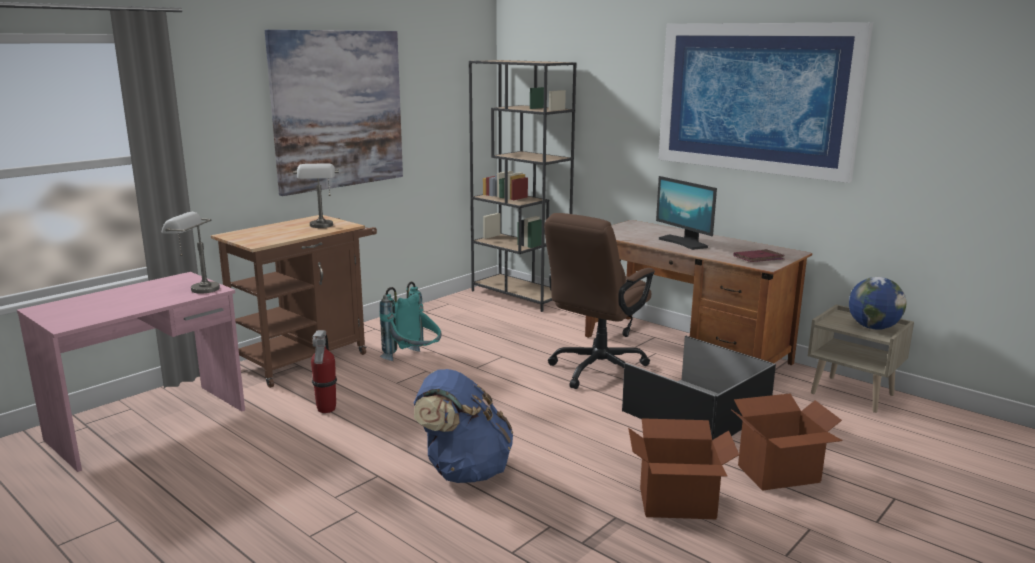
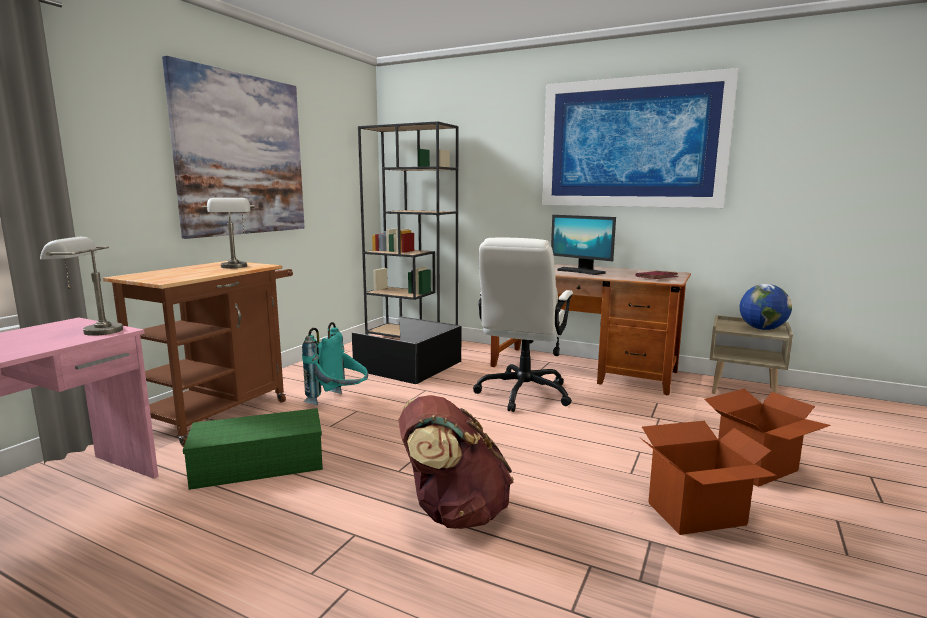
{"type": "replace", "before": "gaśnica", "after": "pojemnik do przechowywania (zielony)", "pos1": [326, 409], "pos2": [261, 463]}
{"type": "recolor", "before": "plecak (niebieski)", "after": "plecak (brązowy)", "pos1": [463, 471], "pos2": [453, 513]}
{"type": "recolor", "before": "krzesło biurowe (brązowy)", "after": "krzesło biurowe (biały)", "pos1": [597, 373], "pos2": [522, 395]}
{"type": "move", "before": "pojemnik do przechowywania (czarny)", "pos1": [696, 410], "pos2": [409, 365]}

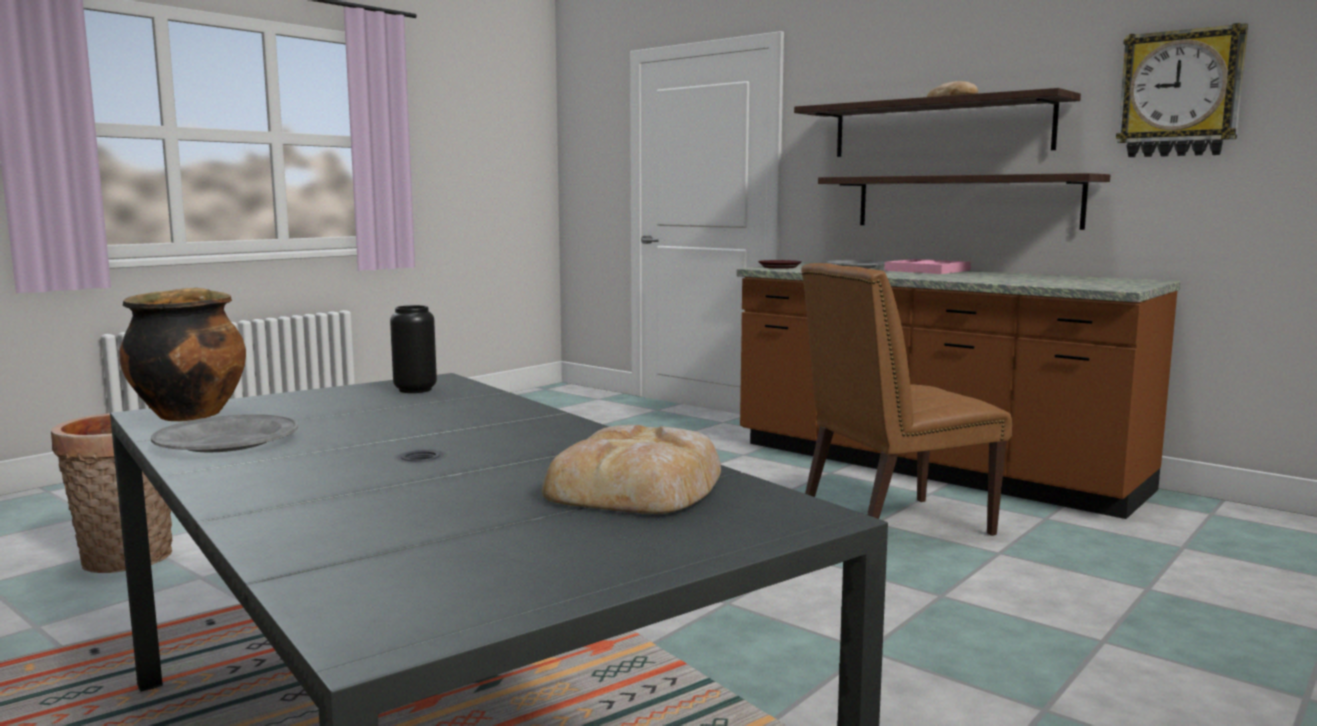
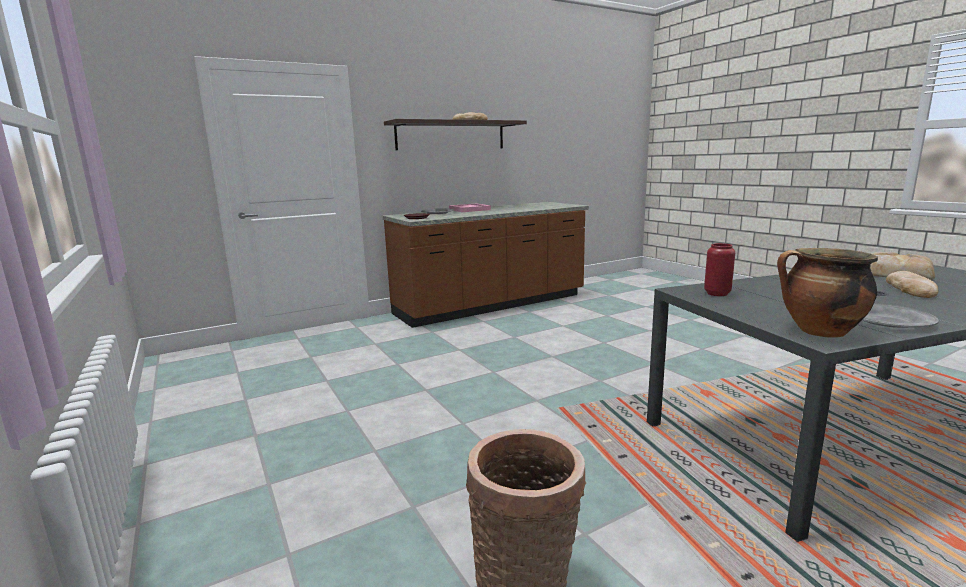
{"type": "recolor", "before": "wazon (czarny)", "after": "wazon (czerwony)", "pos1": [415, 390], "pos2": [717, 293]}
{"type": "delete", "before": "krzesło (brązowy)", "pos1": [895, 525]}
{"type": "delete", "before": "półka", "pos1": [965, 201]}
{"type": "delete", "before": "zegar ścienny", "pos1": [1180, 94]}
{"type": "insert", "after": "chleb", "pos2": [911, 289]}

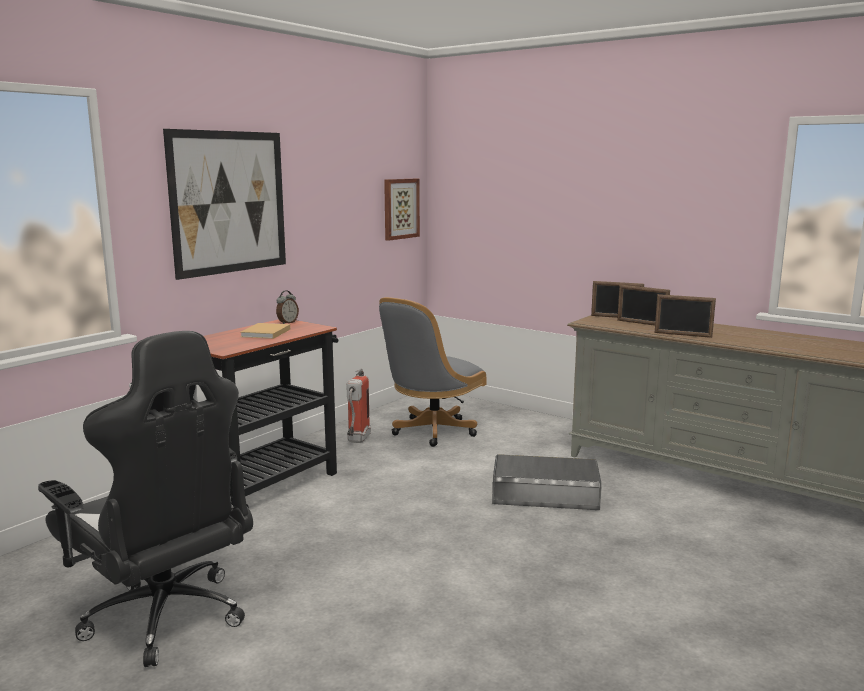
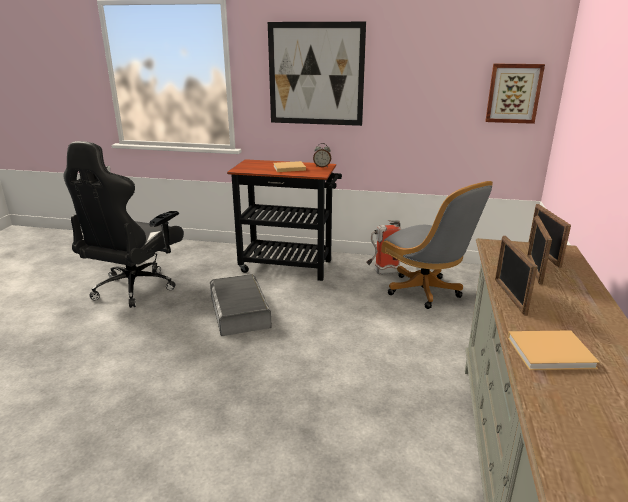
{"type": "rotate", "before": "krzesło biurowe (szary)", "pos1": [430, 434], "pos2": [428, 293], "turn": -135}
{"type": "move", "before": "pojemnik do przechowywania (szary)", "pos1": [545, 493], "pos2": [240, 311]}
{"type": "insert", "after": "książka (beżowy)", "pos2": [552, 352]}

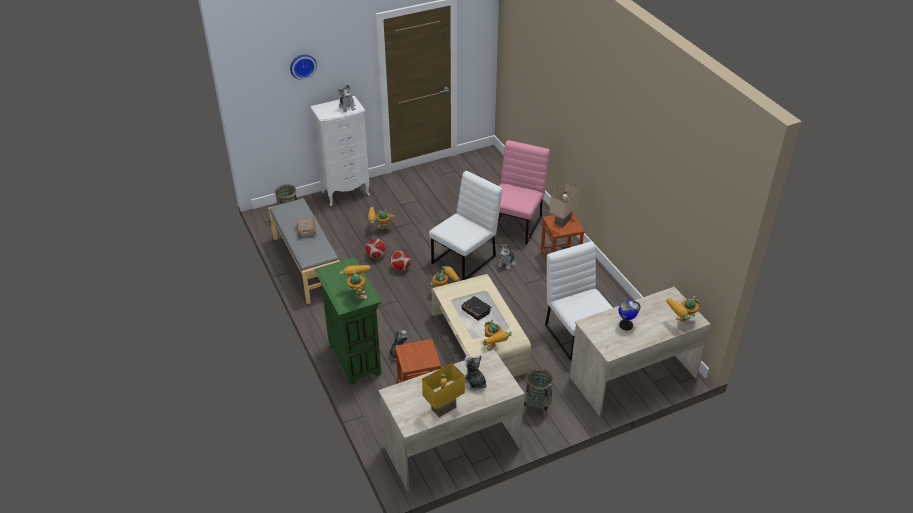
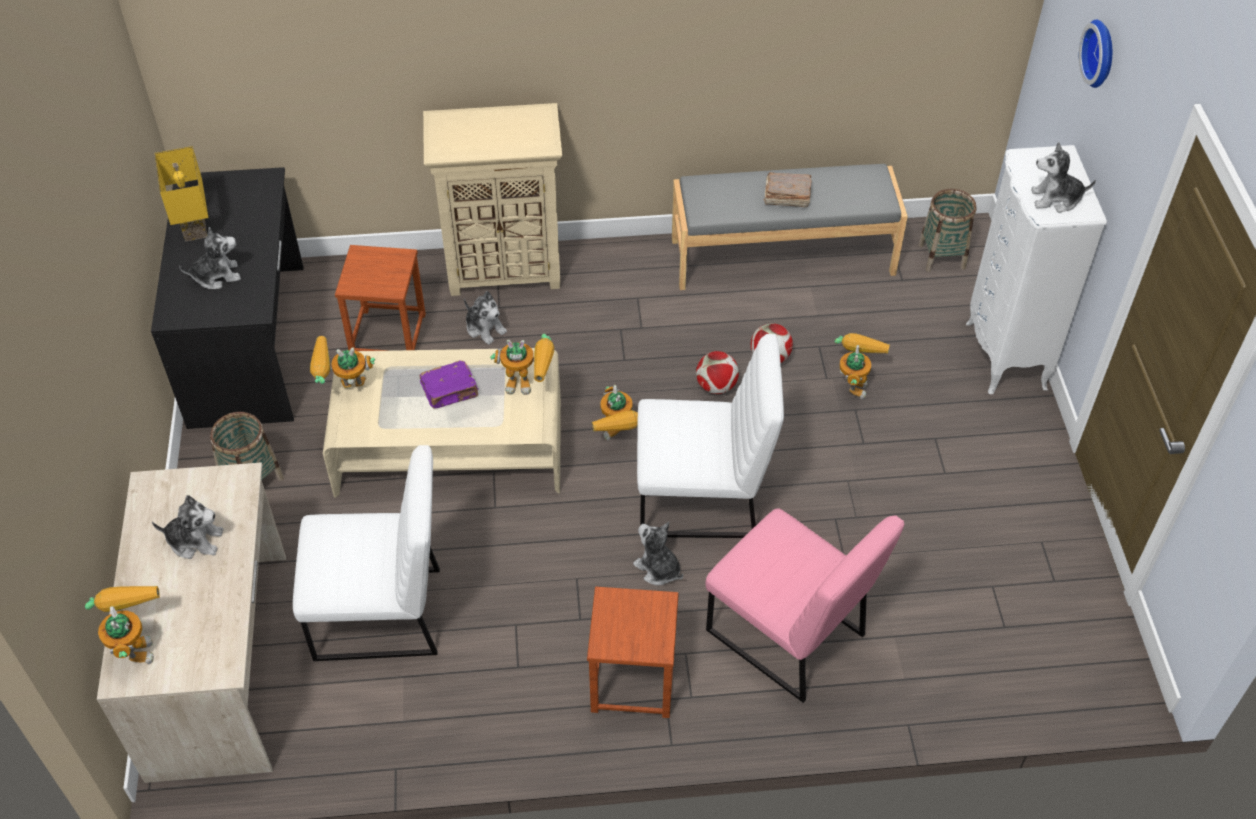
{"type": "recolor", "before": "szafka (zielony)", "after": "szafka (beżowy)", "pos1": [353, 359], "pos2": [506, 270]}
{"type": "move", "before": "robot zabawkowy", "pos1": [357, 293], "pos2": [529, 384]}
{"type": "recolor", "before": "biurko (beżowy)", "after": "biurko (czarny)", "pos1": [451, 445], "pos2": [250, 344]}
{"type": "rotate", "before": "krzesło (biały)", "pos1": [465, 259], "pos2": [702, 499], "turn": -60}
{"type": "recolor", "before": "książka (czarny)", "after": "książka (fioletowy)", "pos1": [476, 311], "pos2": [450, 391]}
{"type": "delete", "before": "lampa stołowa (beżowy)", "pos1": [563, 221]}
{"type": "replace", "before": "globus", "after": "pluszak", "pos1": [625, 325], "pos2": [195, 540]}

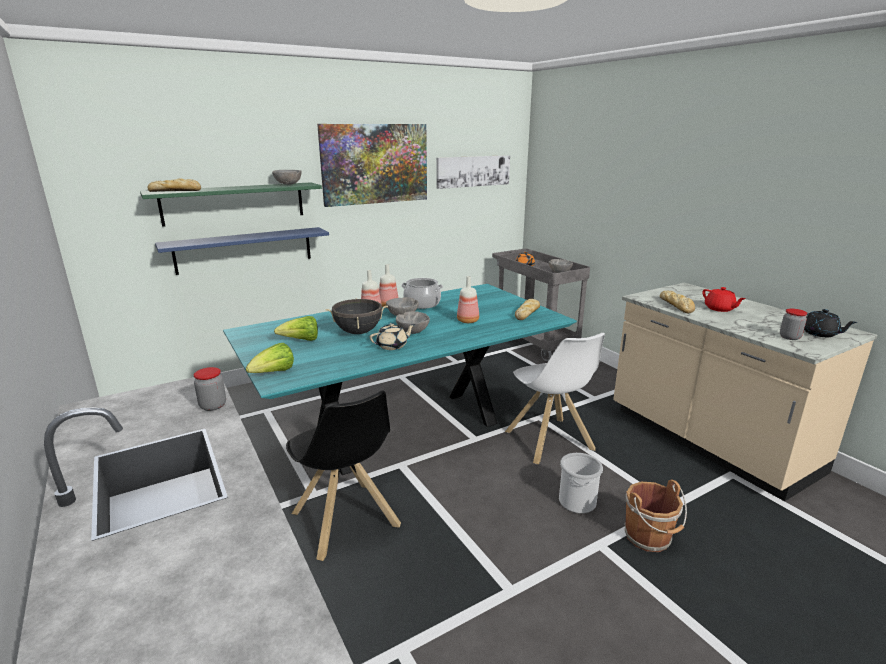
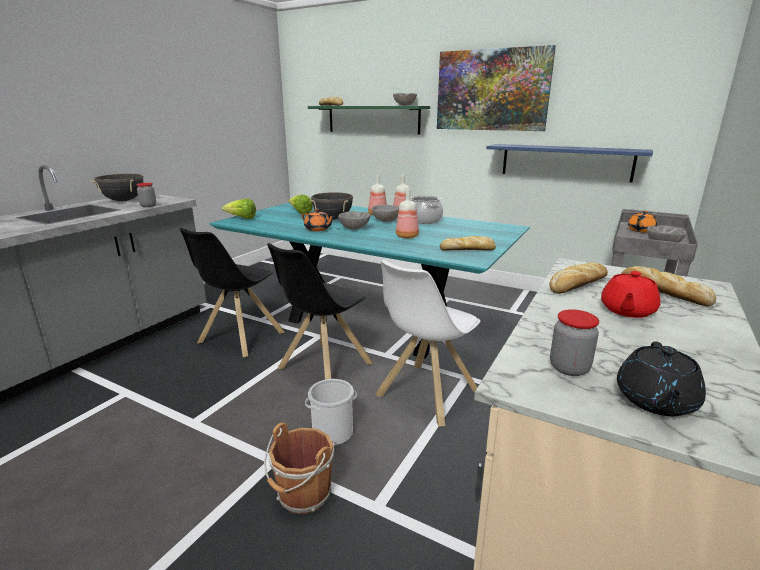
{"type": "move", "before": "półka (niebieski)", "pos1": [244, 250], "pos2": [565, 162]}
{"type": "recolor", "before": "imbryk (beżowy)", "after": "imbryk (pomarańczowy)", "pos1": [392, 346], "pos2": [318, 229]}
{"type": "delete", "before": "obraz", "pos1": [473, 171]}
{"type": "insert", "after": "garnek (czarny)", "pos2": [123, 201]}
{"type": "insert", "after": "krzesło (czarny)", "pos2": [323, 366]}
{"type": "insert", "after": "chleb", "pos2": [661, 292]}

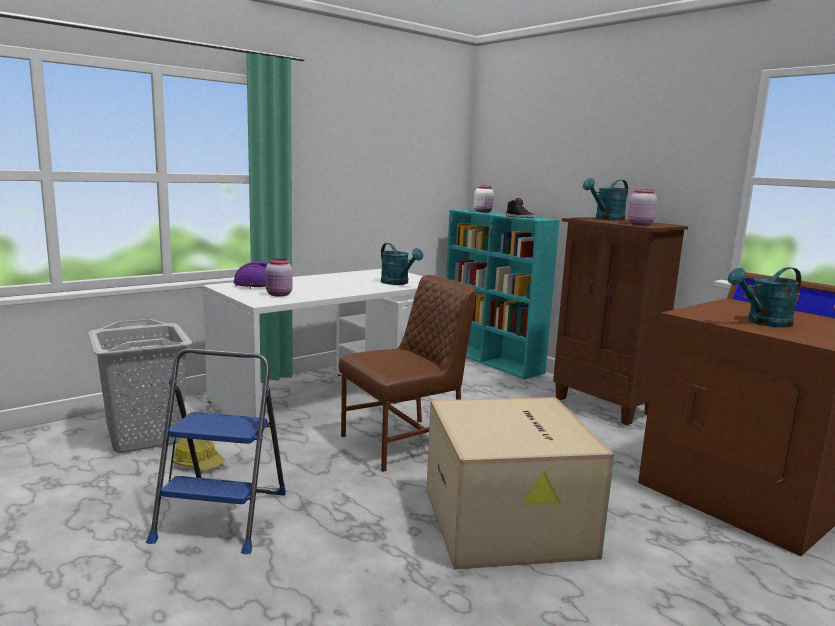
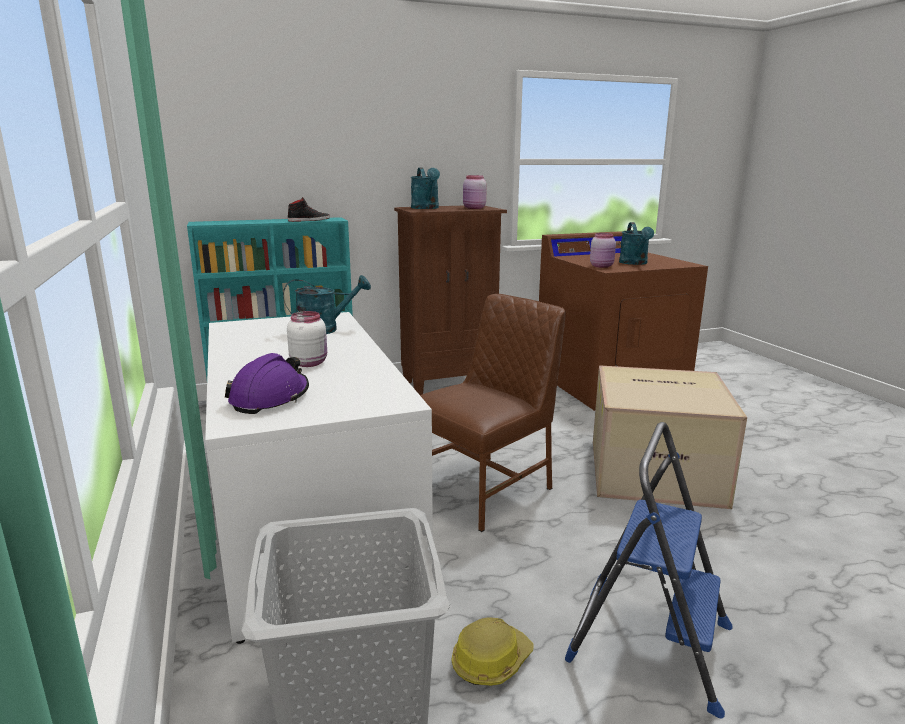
{"type": "move", "before": "słoik (różowy)", "pos1": [279, 295], "pos2": [602, 266]}
{"type": "rotate", "before": "krzesło (brązowy)", "pos1": [404, 442], "pos2": [485, 489], "turn": 60}
{"type": "move", "before": "słoik (biały)", "pos1": [483, 212], "pos2": [309, 363]}

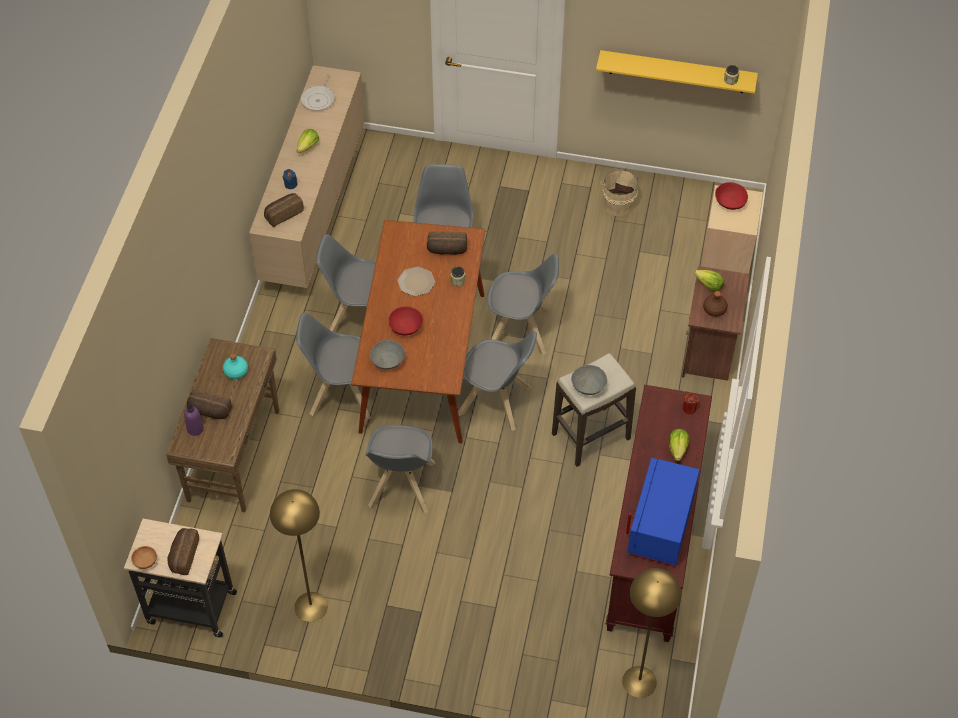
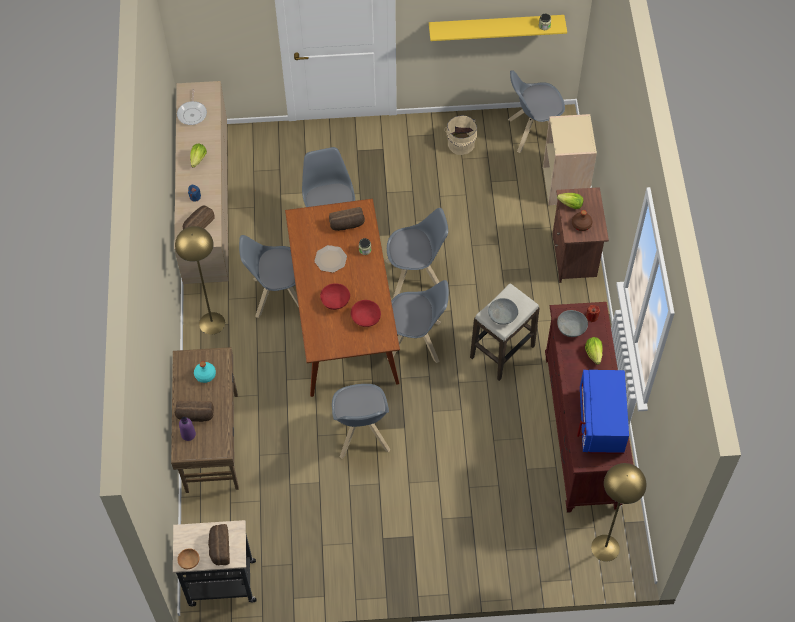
{"type": "move", "before": "lampa stojąca (żółty)", "pos1": [311, 606], "pos2": [212, 323]}
{"type": "move", "before": "krzesło (szary)", "pos1": [341, 394], "pos2": [533, 132]}
{"type": "move", "before": "miska (szary)", "pos1": [388, 361], "pos2": [571, 328]}
{"type": "move", "before": "miska (czerwony)", "pos1": [729, 202], "pos2": [365, 318]}

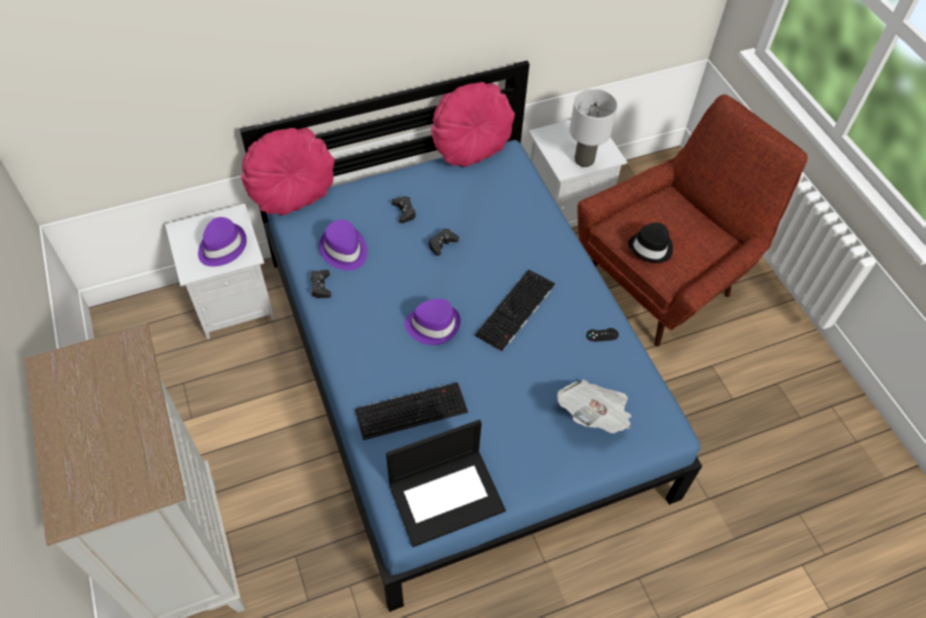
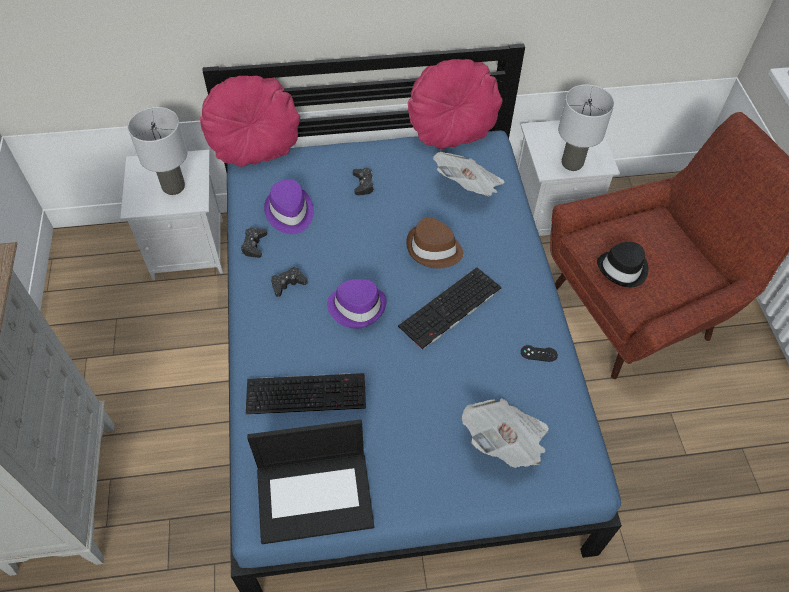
{"type": "replace", "before": "kapelusz (fioletowy)", "after": "lampa stołowa (biały)", "pos1": [221, 246], "pos2": [172, 188]}
{"type": "move", "before": "pad do gier (czarny)", "pos1": [442, 244], "pos2": [288, 284]}
{"type": "insert", "after": "kapelusz (brązowy)", "pos2": [433, 249]}
{"type": "insert", "after": "gazeta", "pos2": [468, 187]}

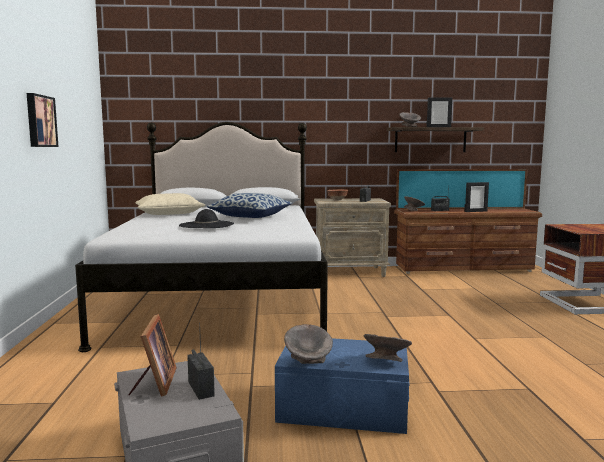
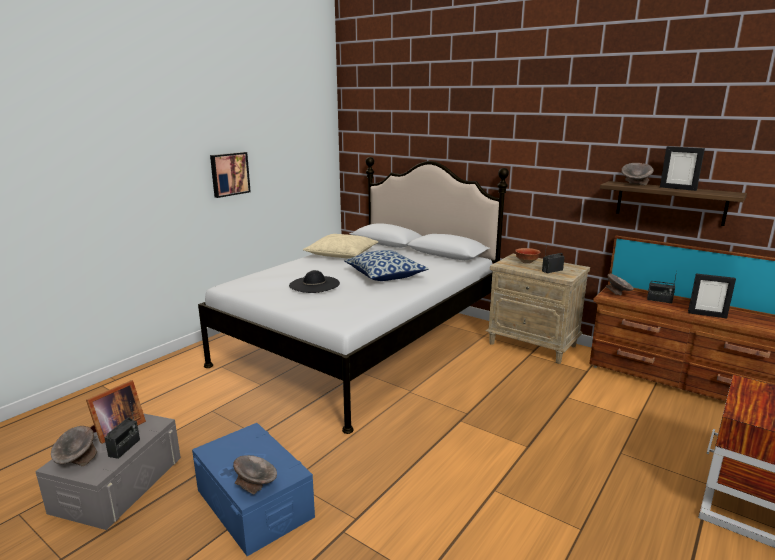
{"type": "move", "before": "miska (szary)", "pos1": [309, 363], "pos2": [77, 461]}

